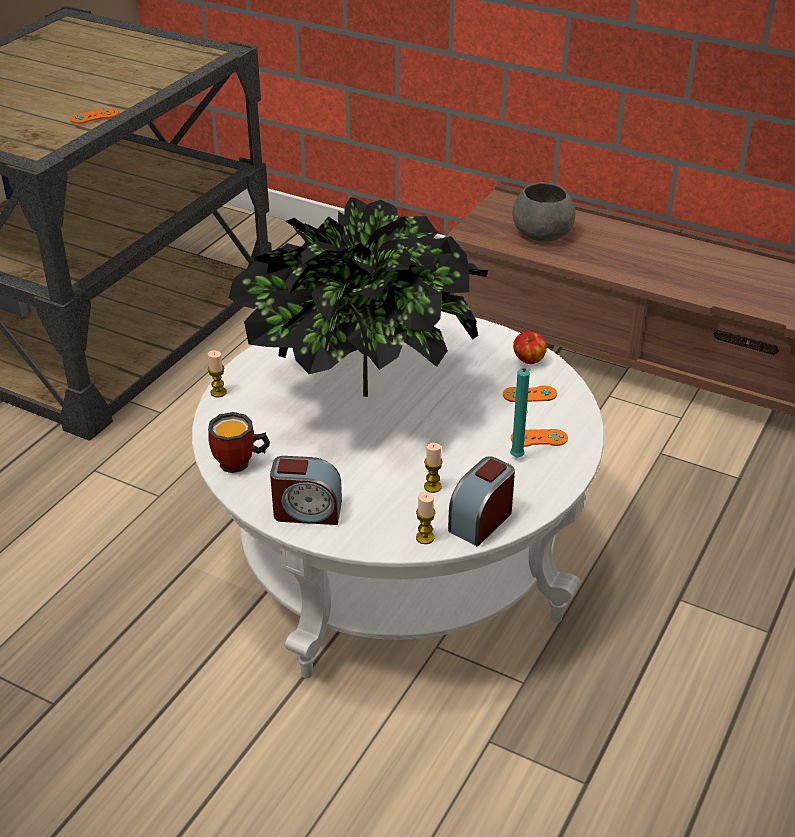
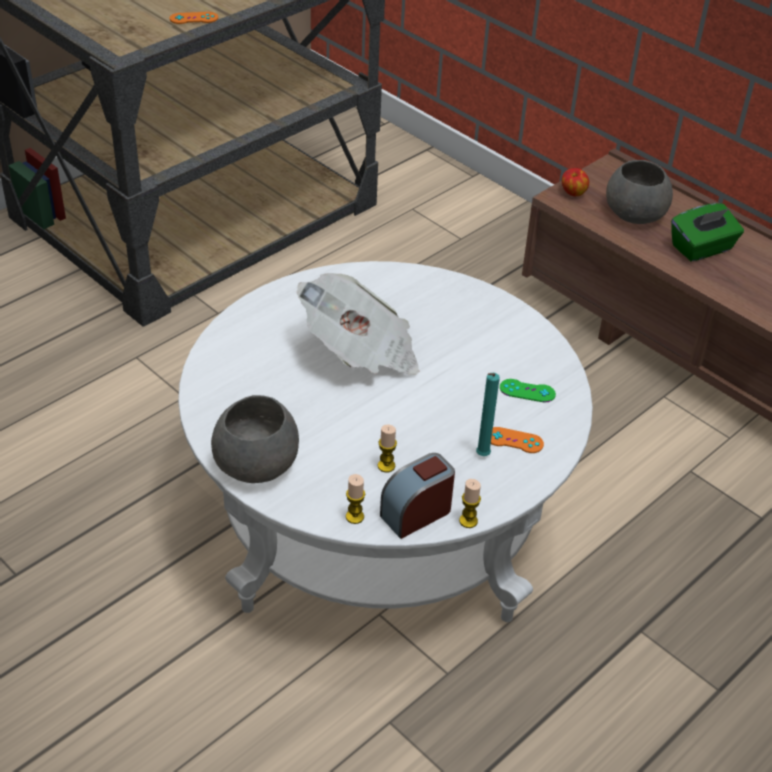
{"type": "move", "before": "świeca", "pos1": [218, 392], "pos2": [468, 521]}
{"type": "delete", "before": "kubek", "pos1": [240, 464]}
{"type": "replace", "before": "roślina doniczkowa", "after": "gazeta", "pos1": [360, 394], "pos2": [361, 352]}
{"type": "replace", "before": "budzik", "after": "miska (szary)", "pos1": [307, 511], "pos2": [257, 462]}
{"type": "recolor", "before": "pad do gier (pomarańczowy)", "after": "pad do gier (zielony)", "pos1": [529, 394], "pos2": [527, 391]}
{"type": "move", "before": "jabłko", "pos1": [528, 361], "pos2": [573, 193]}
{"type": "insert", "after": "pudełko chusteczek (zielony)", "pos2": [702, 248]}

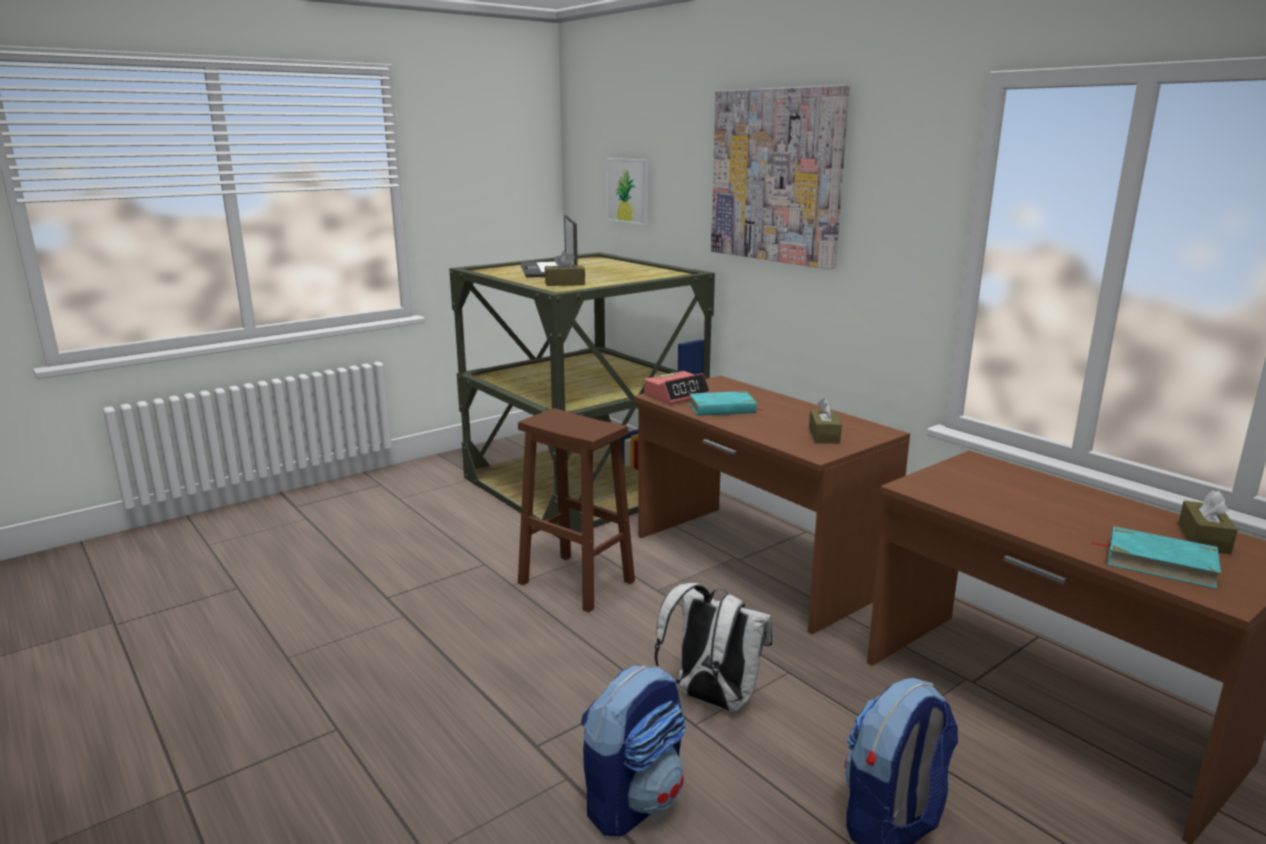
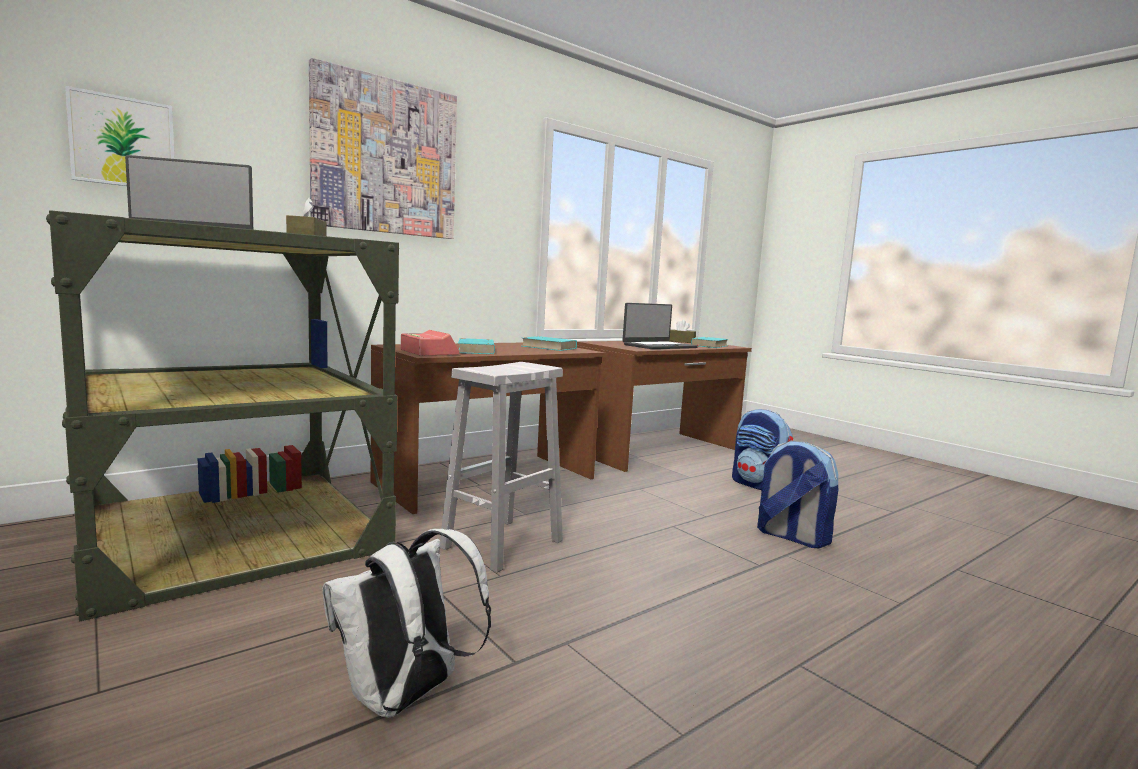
{"type": "recolor", "before": "stołek (brązowy)", "after": "stołek (biały)", "pos1": [574, 582], "pos2": [501, 545]}
{"type": "move", "before": "plecak (biały)", "pos1": [711, 699], "pos2": [405, 698]}
{"type": "replace", "before": "pudełko chusteczek (brązowy)", "after": "książka (turkusowy)", "pos1": [824, 435], "pos2": [548, 347]}
{"type": "insert", "after": "laptop", "pos2": [659, 346]}

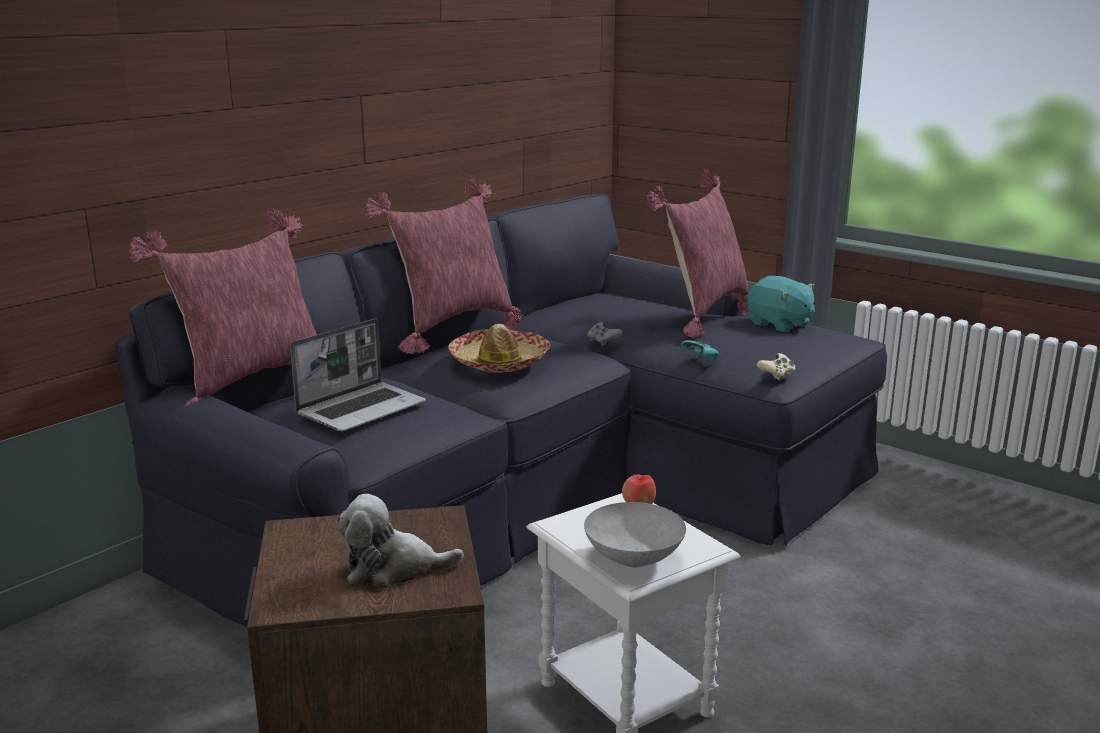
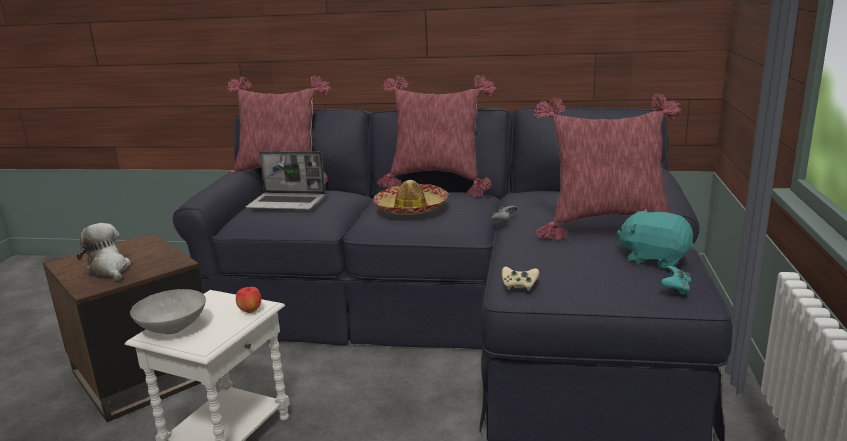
{"type": "move", "before": "pad do gier (turkusowy)", "pos1": [701, 359], "pos2": [675, 289]}
{"type": "rotate", "before": "pluszak (turkusowy)", "pos1": [779, 324], "pos2": [654, 259], "turn": 105}

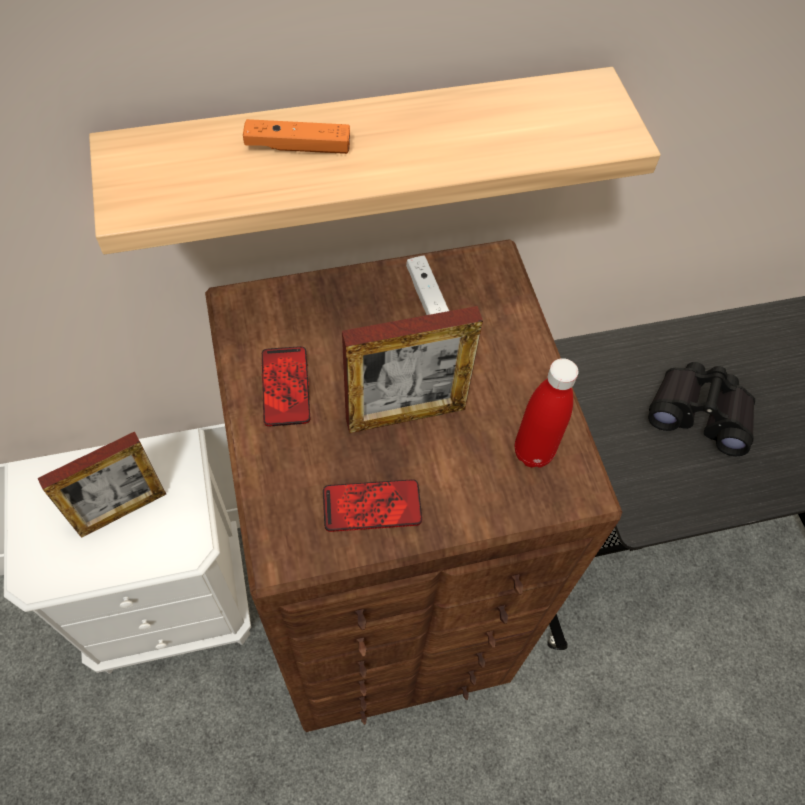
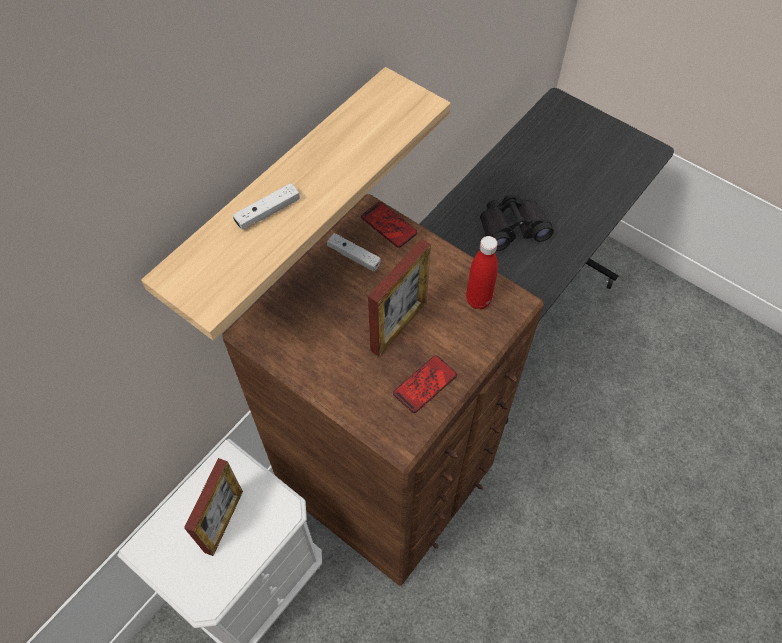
{"type": "recolor", "before": "pad do gier (pomarańczowy)", "after": "pad do gier (biały)", "pos1": [298, 146], "pos2": [268, 212]}
{"type": "move", "before": "telefon", "pos1": [285, 386], "pos2": [389, 225]}

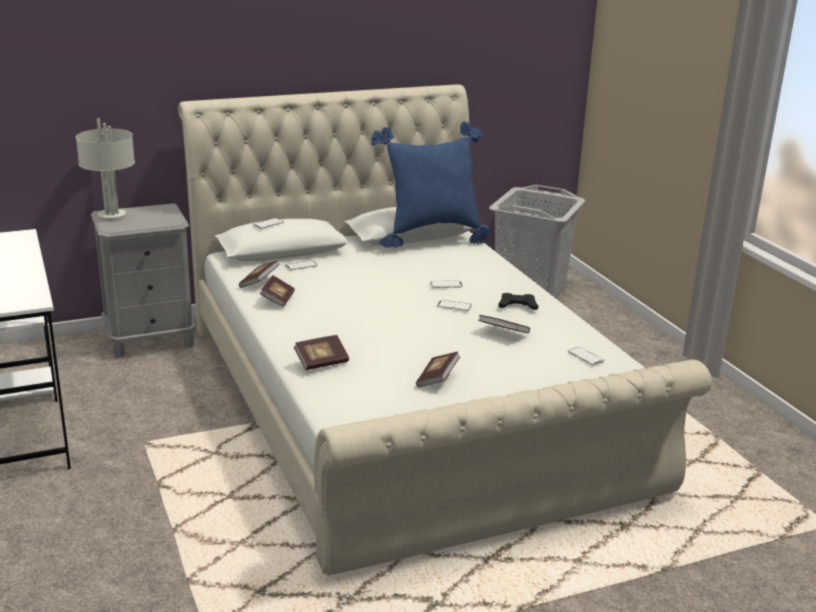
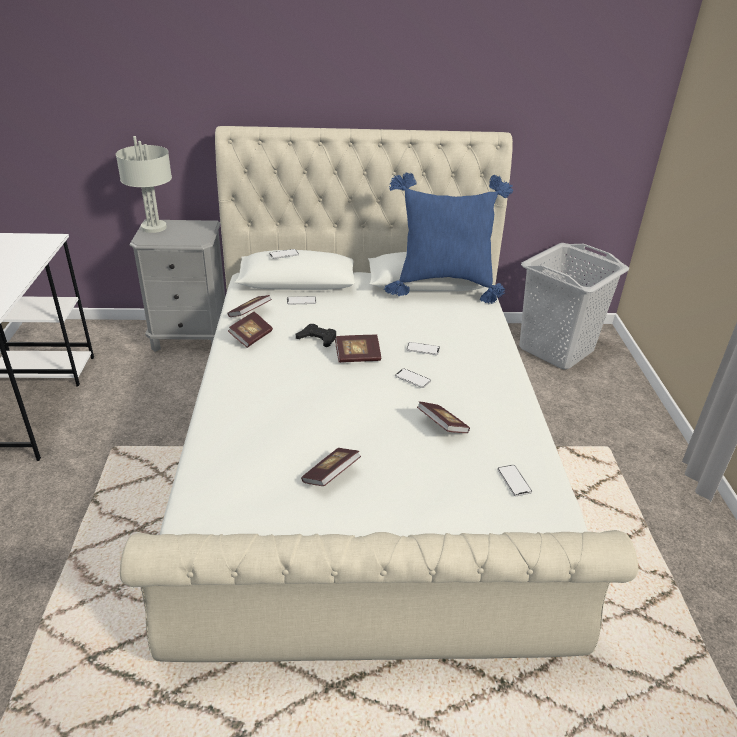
{"type": "move", "before": "książka", "pos1": [321, 362], "pos2": [357, 357]}
{"type": "move", "before": "pad do gier (czarny)", "pos1": [517, 306], "pos2": [317, 339]}

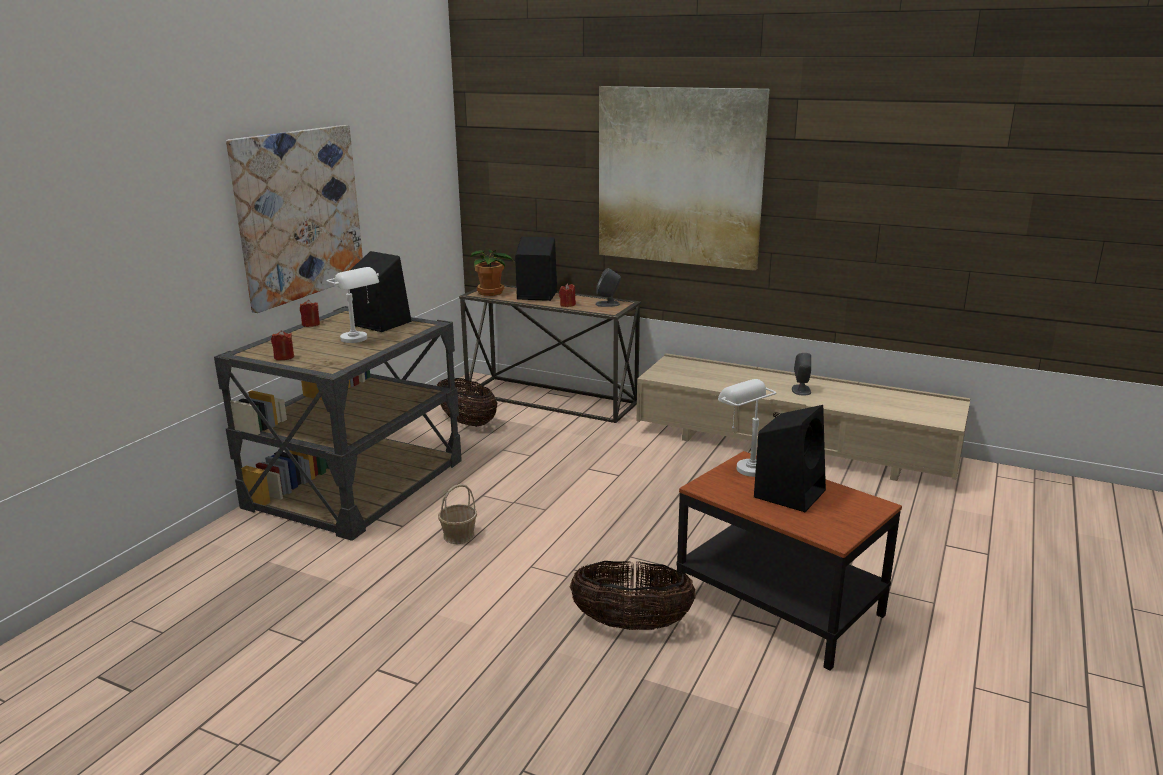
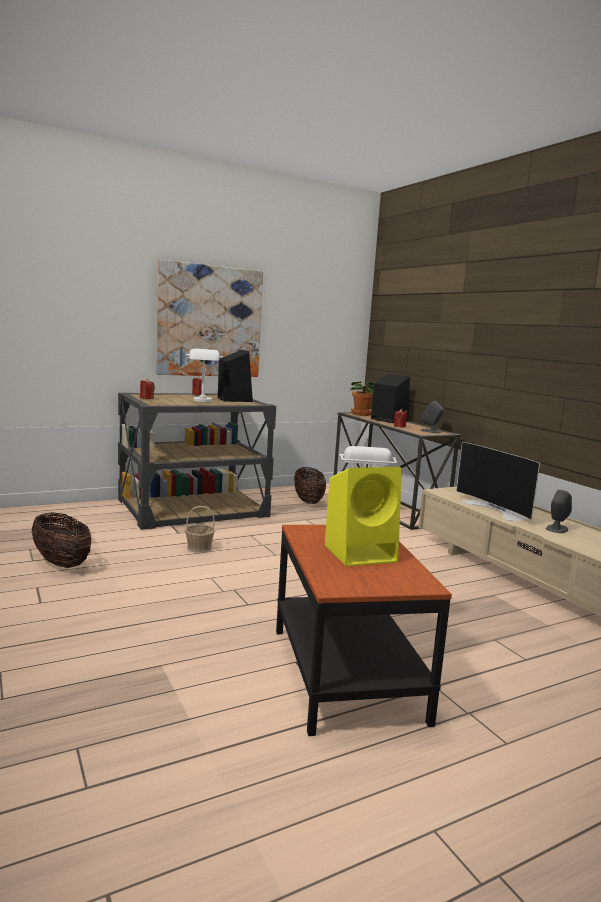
{"type": "move", "before": "koszyk", "pos1": [631, 624], "pos2": [61, 563]}
{"type": "delete", "before": "obraz", "pos1": [679, 177]}
{"type": "recolor", "before": "głośnik (czarny)", "after": "głośnik (żółty)", "pos1": [790, 493], "pos2": [361, 553]}
{"type": "insert", "after": "telewizor", "pos2": [495, 509]}

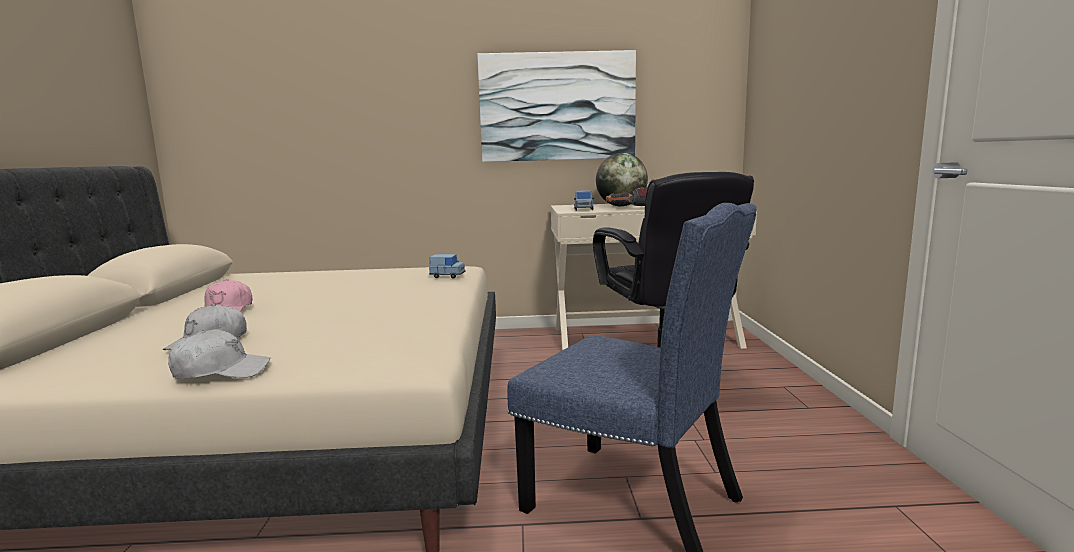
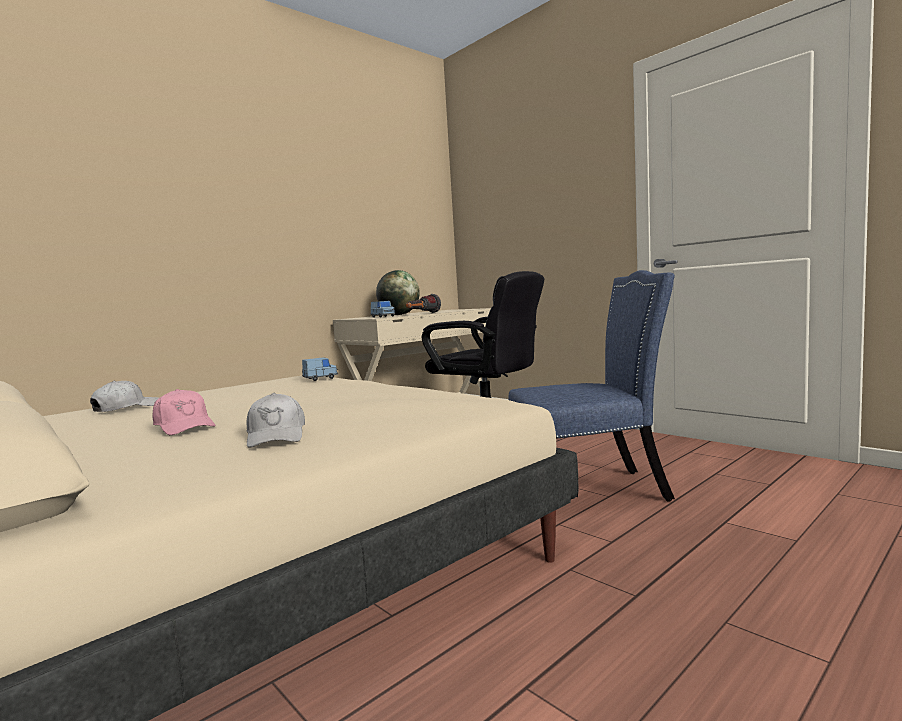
{"type": "move", "before": "czapka z daszkiem (biały)", "pos1": [221, 371], "pos2": [126, 408]}
{"type": "delete", "before": "obraz", "pos1": [557, 107]}

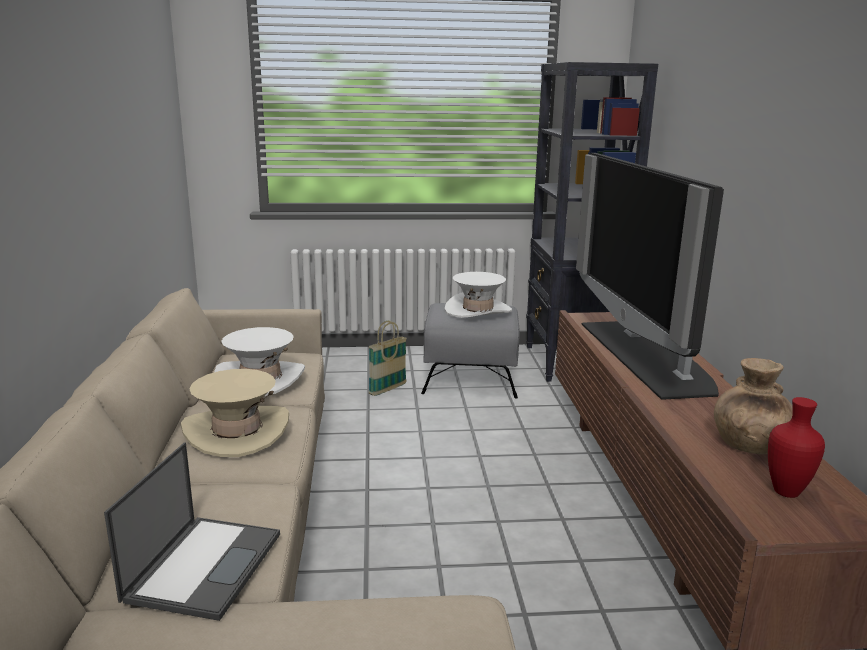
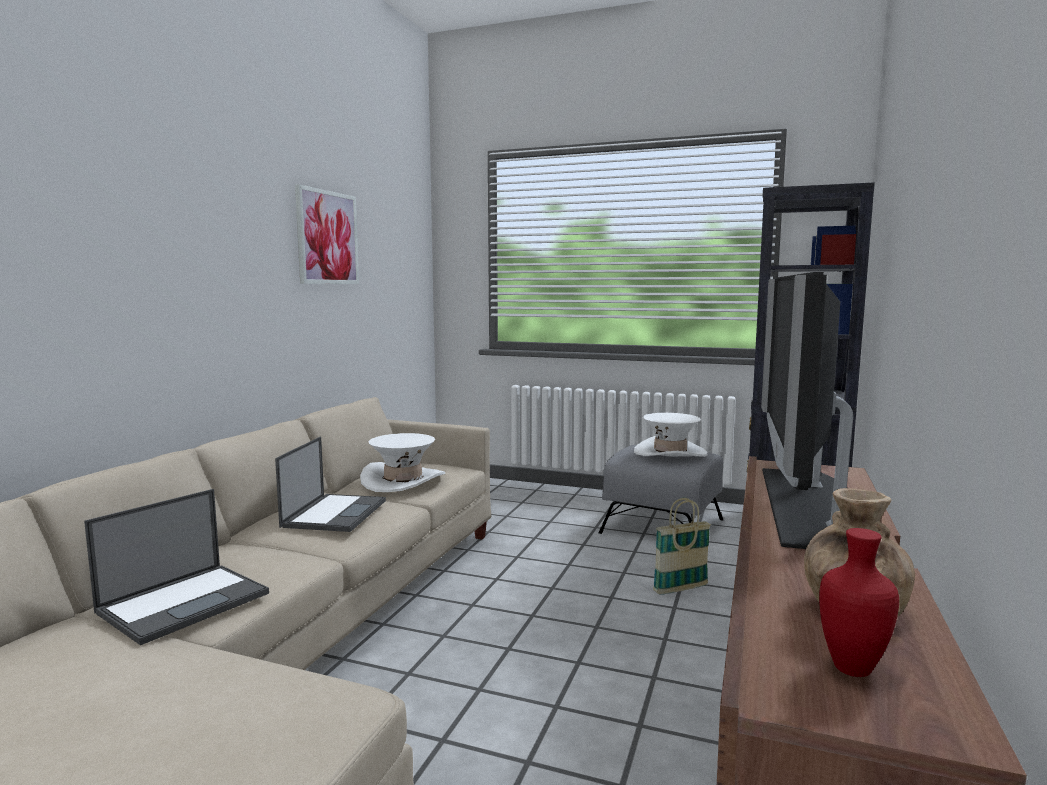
{"type": "replace", "before": "kapelusz (beżowy)", "after": "laptop", "pos1": [237, 431], "pos2": [335, 513]}
{"type": "move", "before": "koszyk", "pos1": [388, 389], "pos2": [680, 589]}
{"type": "insert", "after": "obraz", "pos2": [327, 238]}

